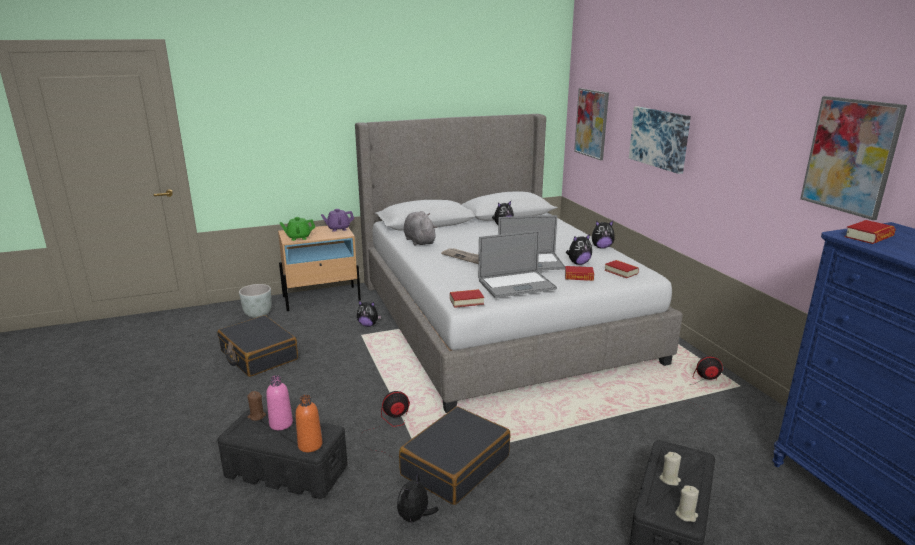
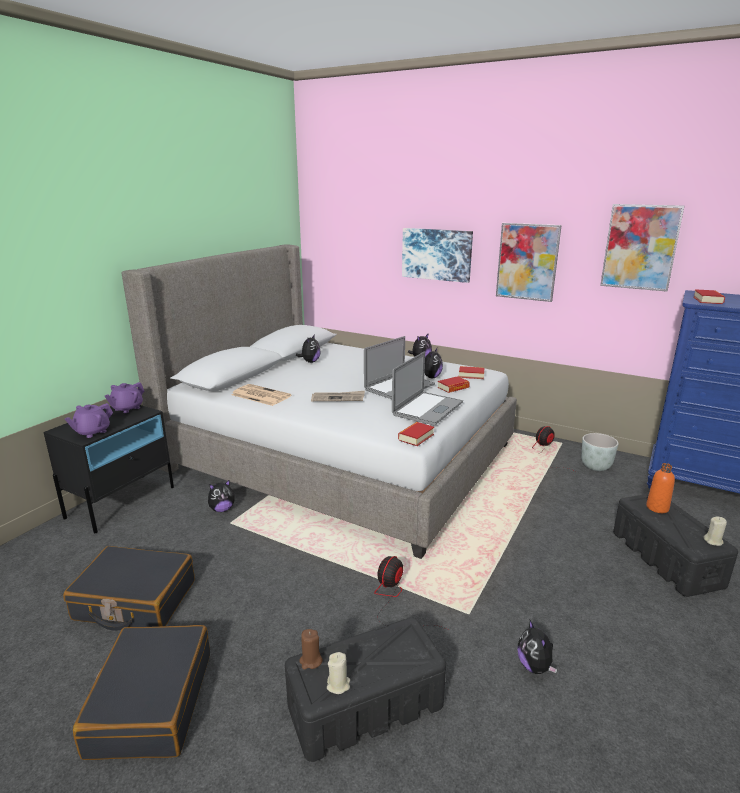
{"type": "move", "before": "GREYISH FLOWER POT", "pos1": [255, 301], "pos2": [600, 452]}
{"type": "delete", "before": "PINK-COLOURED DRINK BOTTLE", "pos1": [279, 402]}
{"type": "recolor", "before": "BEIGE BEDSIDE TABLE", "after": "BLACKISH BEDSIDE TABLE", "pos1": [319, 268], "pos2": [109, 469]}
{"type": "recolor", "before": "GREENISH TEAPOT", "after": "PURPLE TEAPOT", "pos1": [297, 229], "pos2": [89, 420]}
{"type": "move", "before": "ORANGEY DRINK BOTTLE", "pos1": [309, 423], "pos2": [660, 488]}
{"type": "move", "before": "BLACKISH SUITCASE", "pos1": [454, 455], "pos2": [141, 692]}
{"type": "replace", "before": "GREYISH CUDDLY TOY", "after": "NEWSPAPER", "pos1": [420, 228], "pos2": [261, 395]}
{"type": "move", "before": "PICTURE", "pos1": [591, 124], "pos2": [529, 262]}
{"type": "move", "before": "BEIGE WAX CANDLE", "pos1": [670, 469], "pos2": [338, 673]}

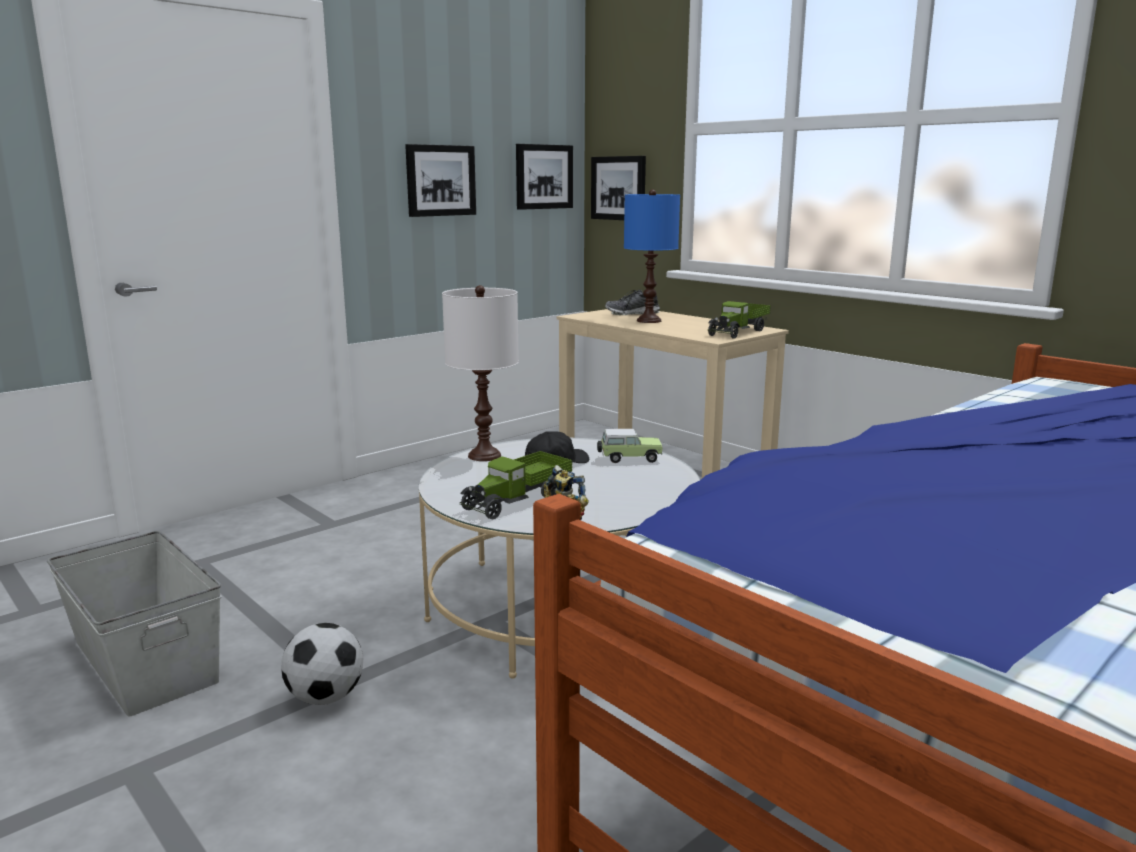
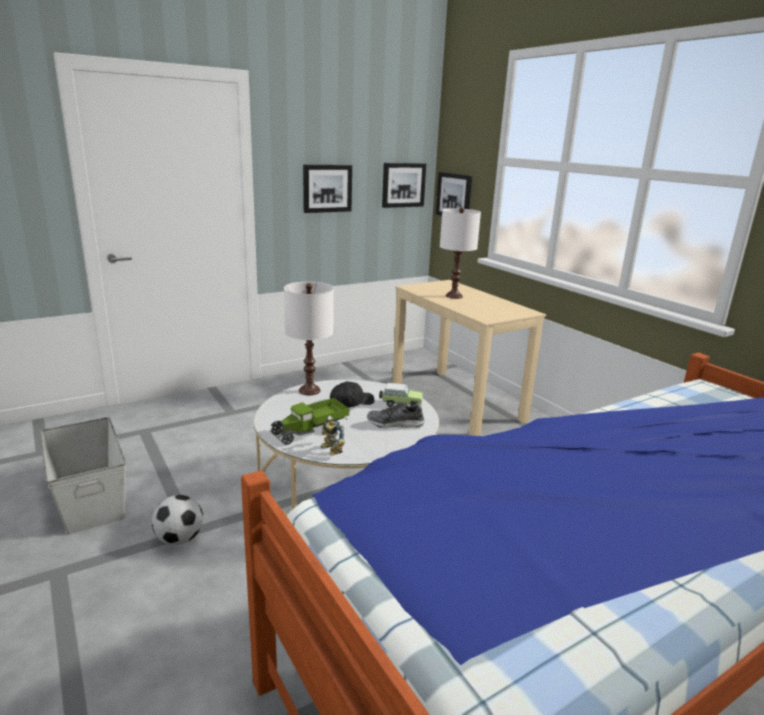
{"type": "move", "before": "SHOE", "pos1": [632, 302], "pos2": [395, 415]}
{"type": "recolor", "before": "BLUE TABLE LAMP", "after": "WHITISH TABLE LAMP", "pos1": [652, 256], "pos2": [460, 253]}
{"type": "delete", "before": "MODEL TRUCK", "pos1": [739, 320]}

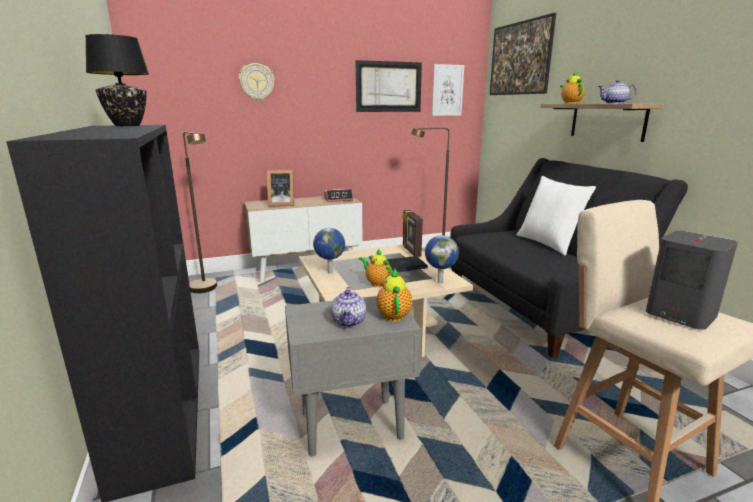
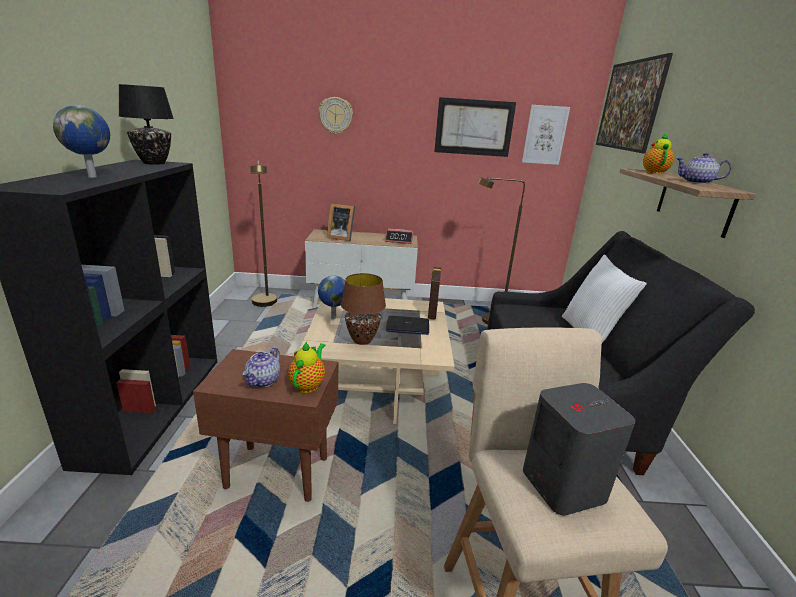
{"type": "recolor", "before": "GREYISH ACCENT TABLE", "after": "BROWN-COLOURED ACCENT TABLE", "pos1": [353, 376], "pos2": [265, 425]}
{"type": "replace", "before": "TEAPOT", "after": "BROWN-COLOURED TABLE LAMP", "pos1": [376, 268], "pos2": [363, 309]}
{"type": "move", "before": "DESK GLOBE", "pos1": [442, 259], "pos2": [81, 141]}

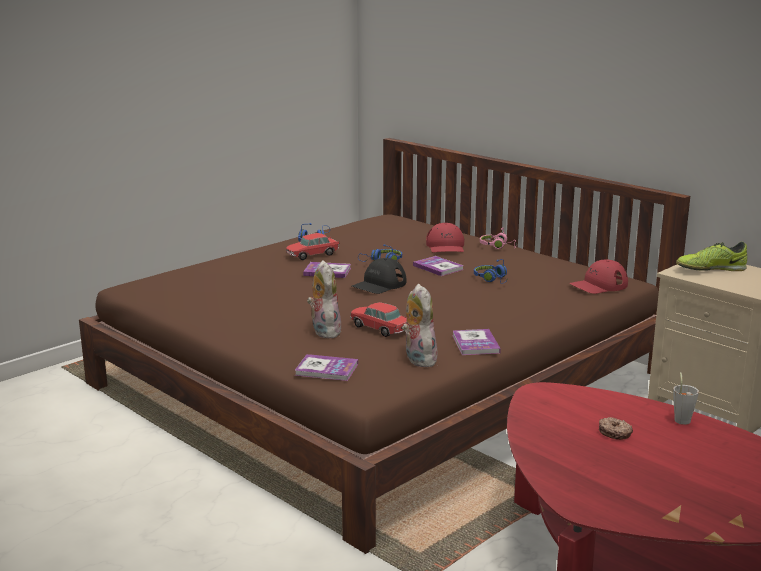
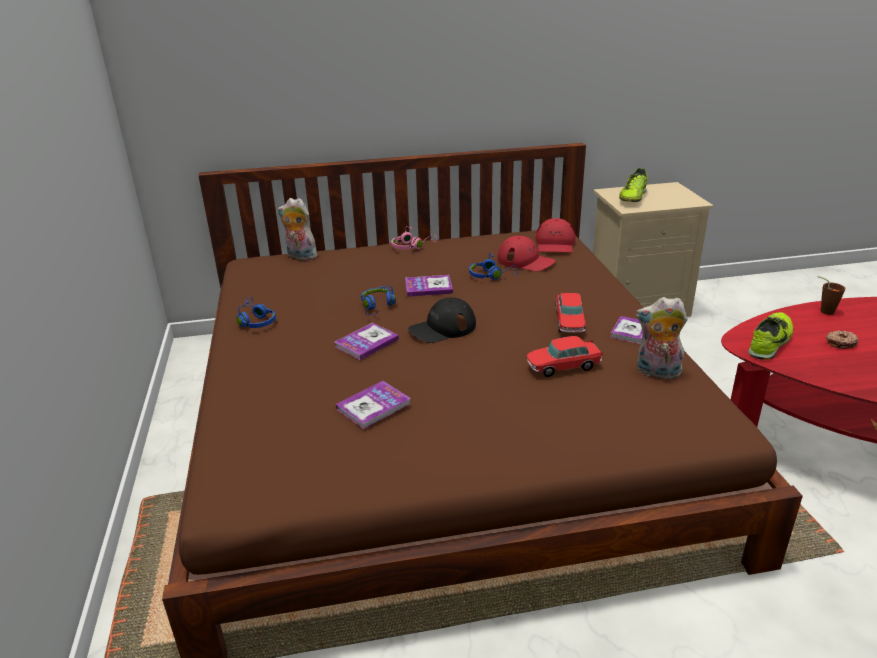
{"type": "move", "before": "TOY CAR", "pos1": [312, 246], "pos2": [570, 313]}
{"type": "move", "before": "VOLUME", "pos1": [326, 367], "pos2": [373, 405]}
{"type": "move", "before": "CUDDLY TOY", "pos1": [324, 299], "pos2": [298, 229]}
{"type": "rotate", "before": "BLACKISH BASEBALL CAP", "pos1": [379, 276], "pos2": [442, 320], "turn": 75}
{"type": "move", "before": "RED-COLOURED BASEBALL CAP", "pos1": [445, 238], "pos2": [526, 253]}
{"type": "recolor", "before": "GREYISH SMALL CUP", "after": "BROWN-COLOURED SMALL CUP", "pos1": [686, 398], "pos2": [831, 295]}
{"type": "insert", "after": "SHOE", "pos2": [770, 336]}

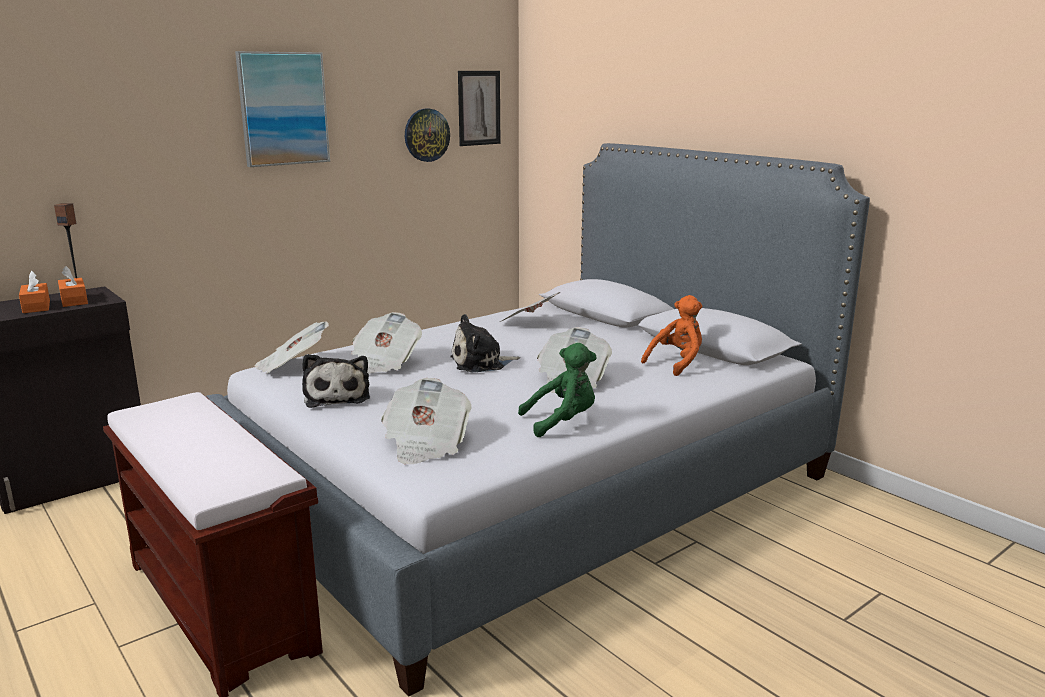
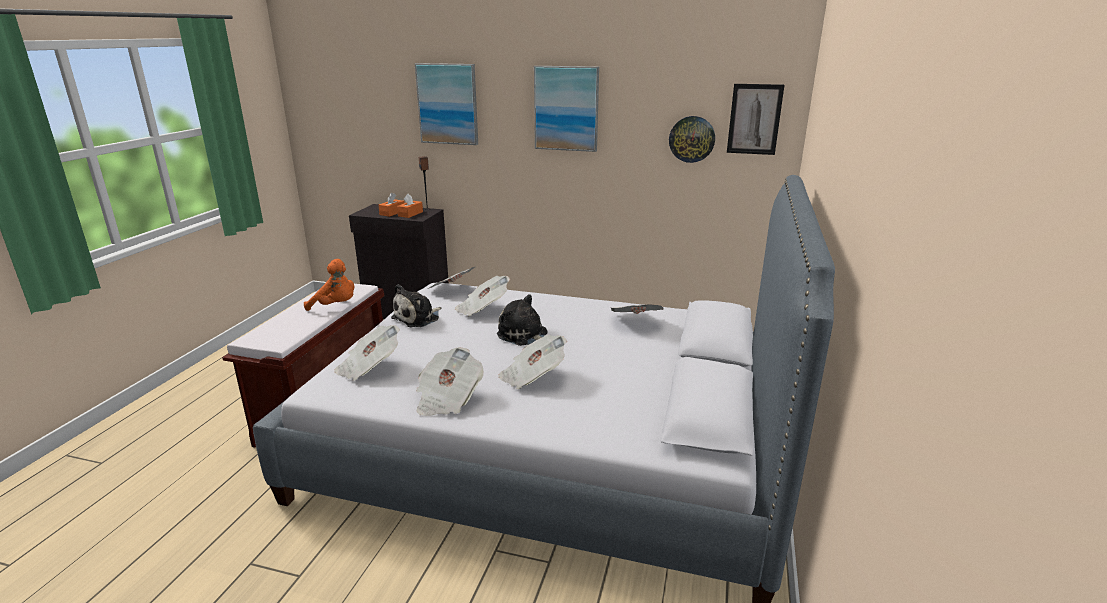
{"type": "replace", "before": "GREENISH CUDDLY TOY", "after": "NEWSPAPER", "pos1": [557, 390], "pos2": [450, 381]}
{"type": "move", "before": "ORANGEY CUDDLY TOY", "pos1": [671, 335], "pos2": [329, 285]}
{"type": "insert", "after": "PICTURE", "pos2": [446, 104]}

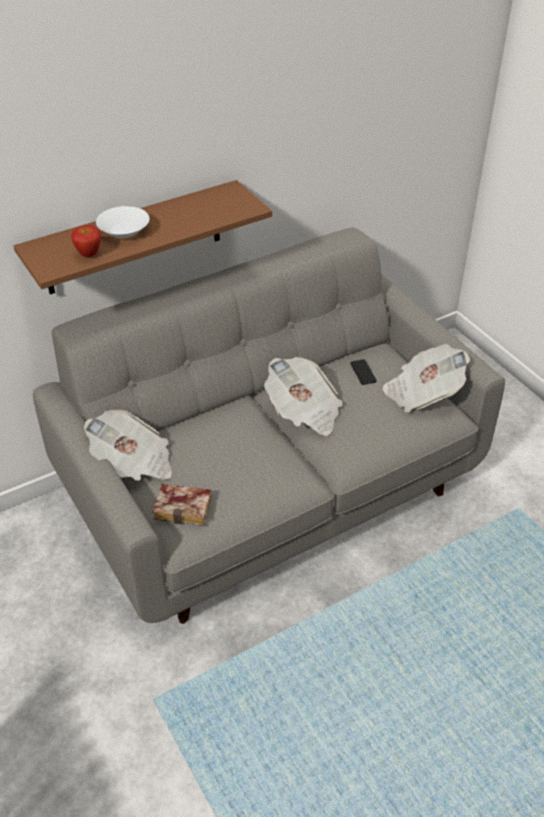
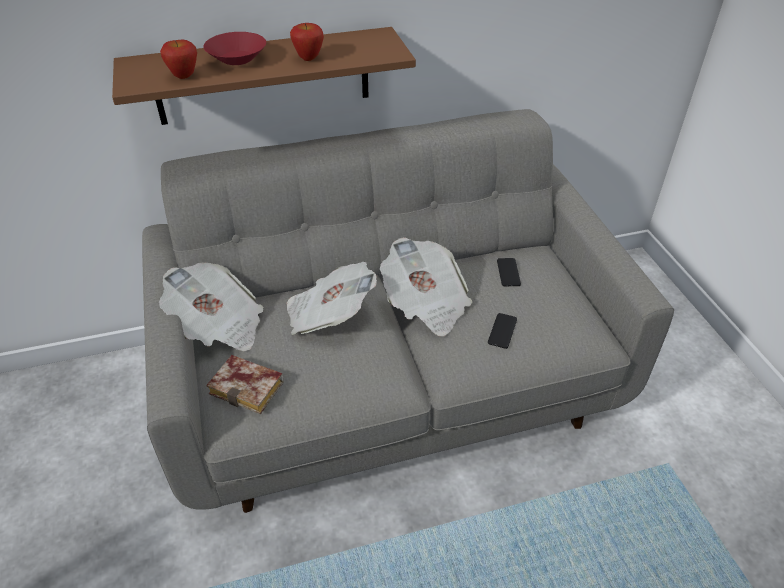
{"type": "recolor", "before": "WHITISH SERVING BOWL", "after": "RED-COLOURED SERVING BOWL", "pos1": [123, 222], "pos2": [234, 48]}
{"type": "move", "before": "NEWSPAPER", "pos1": [426, 378], "pos2": [332, 298]}
{"type": "insert", "after": "APPLE", "pos2": [307, 42]}
{"type": "insert", "after": "PHONE", "pos2": [502, 331]}

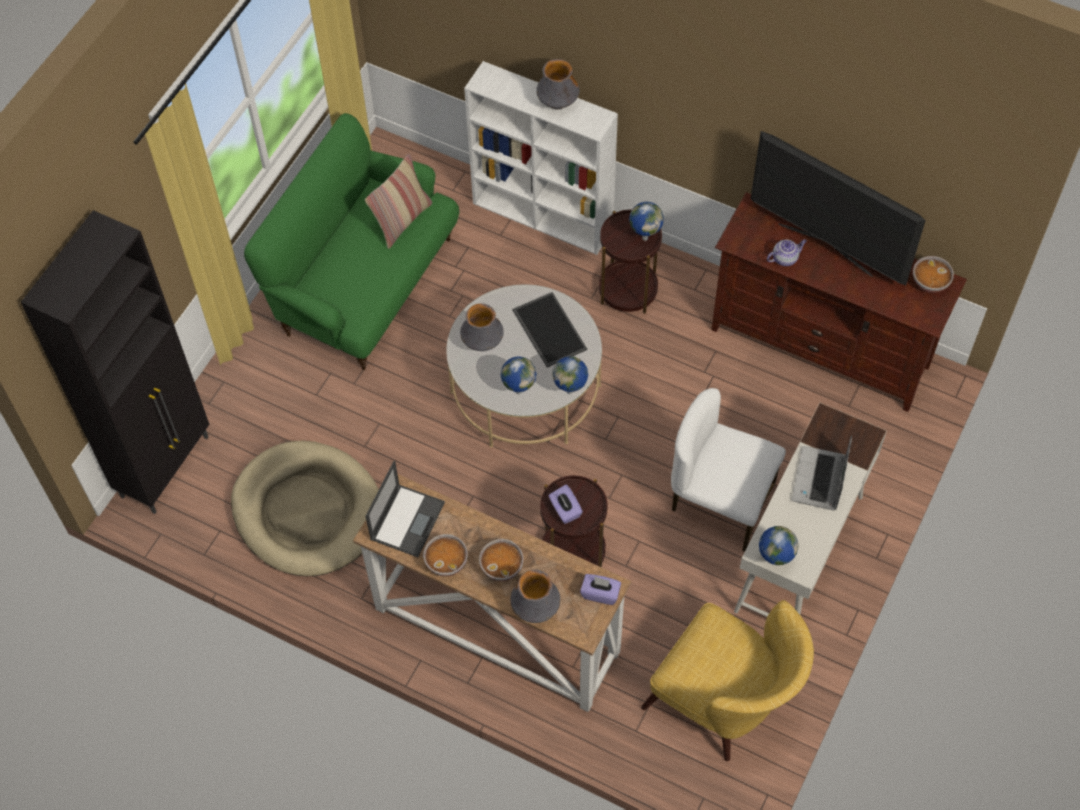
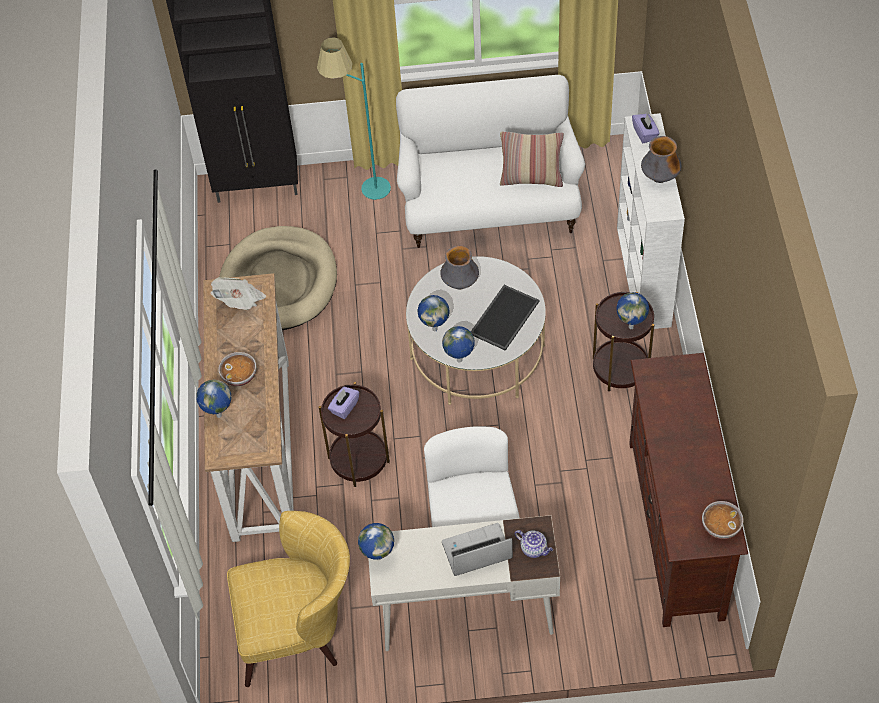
{"type": "recolor", "before": "GREENISH COUCH", "after": "WHITISH COUCH", "pos1": [352, 241], "pos2": [490, 161]}
{"type": "replace", "before": "LAPTOP", "after": "NEWSPAPER", "pos1": [405, 509], "pos2": [238, 293]}
{"type": "delete", "before": "SERVING BOWL", "pos1": [445, 555]}
{"type": "replace", "before": "VASE", "after": "DESK GLOBE", "pos1": [535, 596], "pos2": [213, 399]}
{"type": "move", "before": "PURPLE BOX OF TISSUES", "pos1": [600, 589], "pos2": [645, 128]}
{"type": "rotate", "before": "YELLOW-COLOURED LOUNGE CHAIR", "pos1": [727, 680], "pos2": [288, 599], "turn": -105}
{"type": "delete", "before": "TV SET", "pos1": [838, 208]}
{"type": "move", "before": "TEAPOT", "pos1": [787, 252], "pos2": [534, 544]}
{"type": "insert", "after": "TURQUOISE STANDING LAMP", "pos2": [354, 118]}

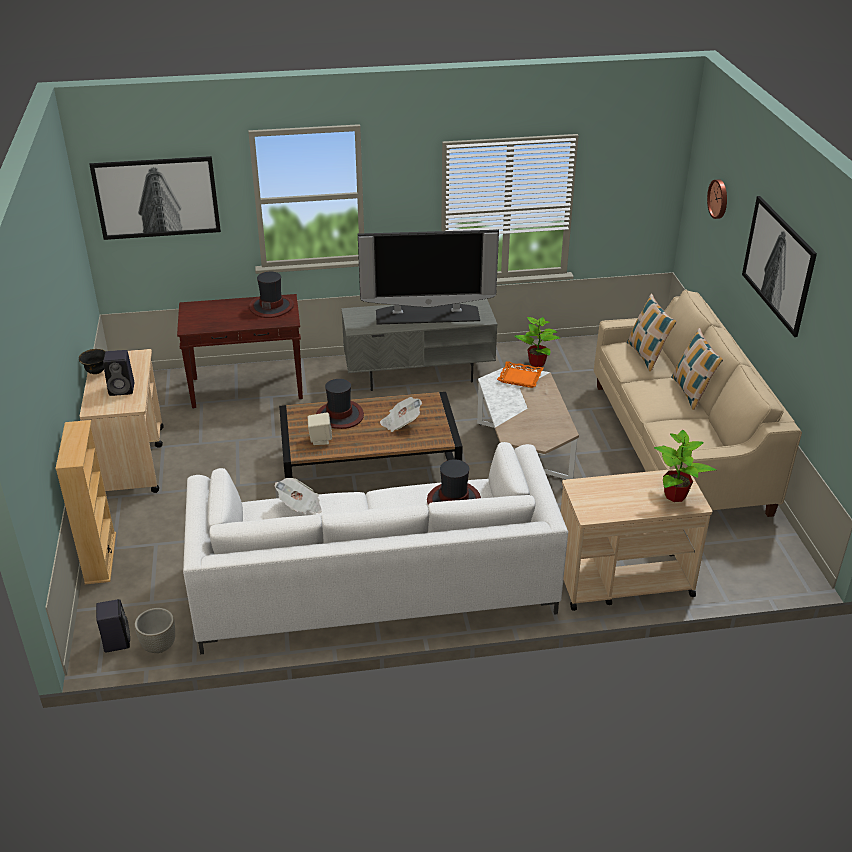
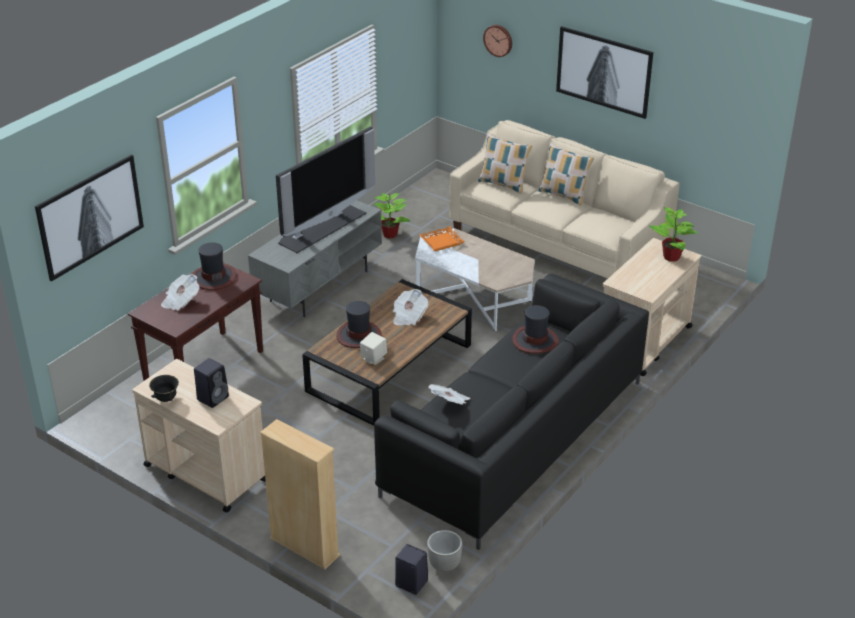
{"type": "recolor", "before": "WHITISH COUCH", "after": "BLACKISH COUCH", "pos1": [375, 548], "pos2": [511, 412]}
{"type": "insert", "after": "NEWSPAPER", "pos2": [180, 292]}

